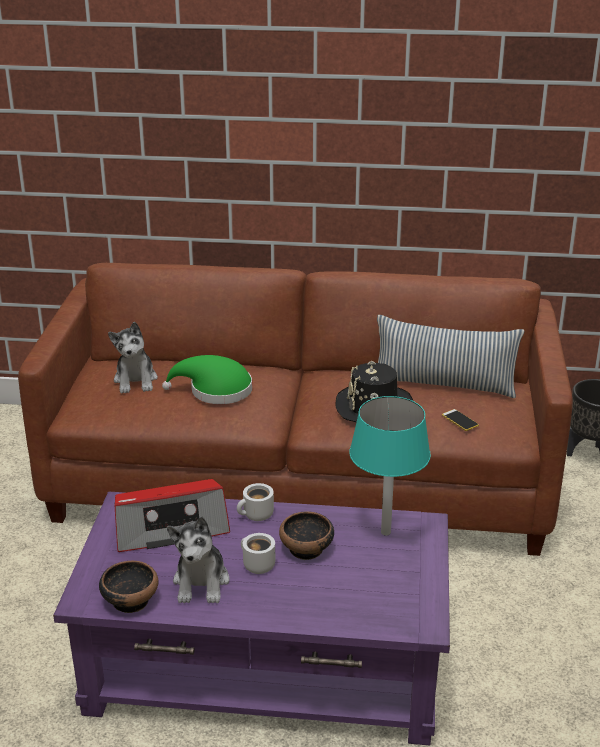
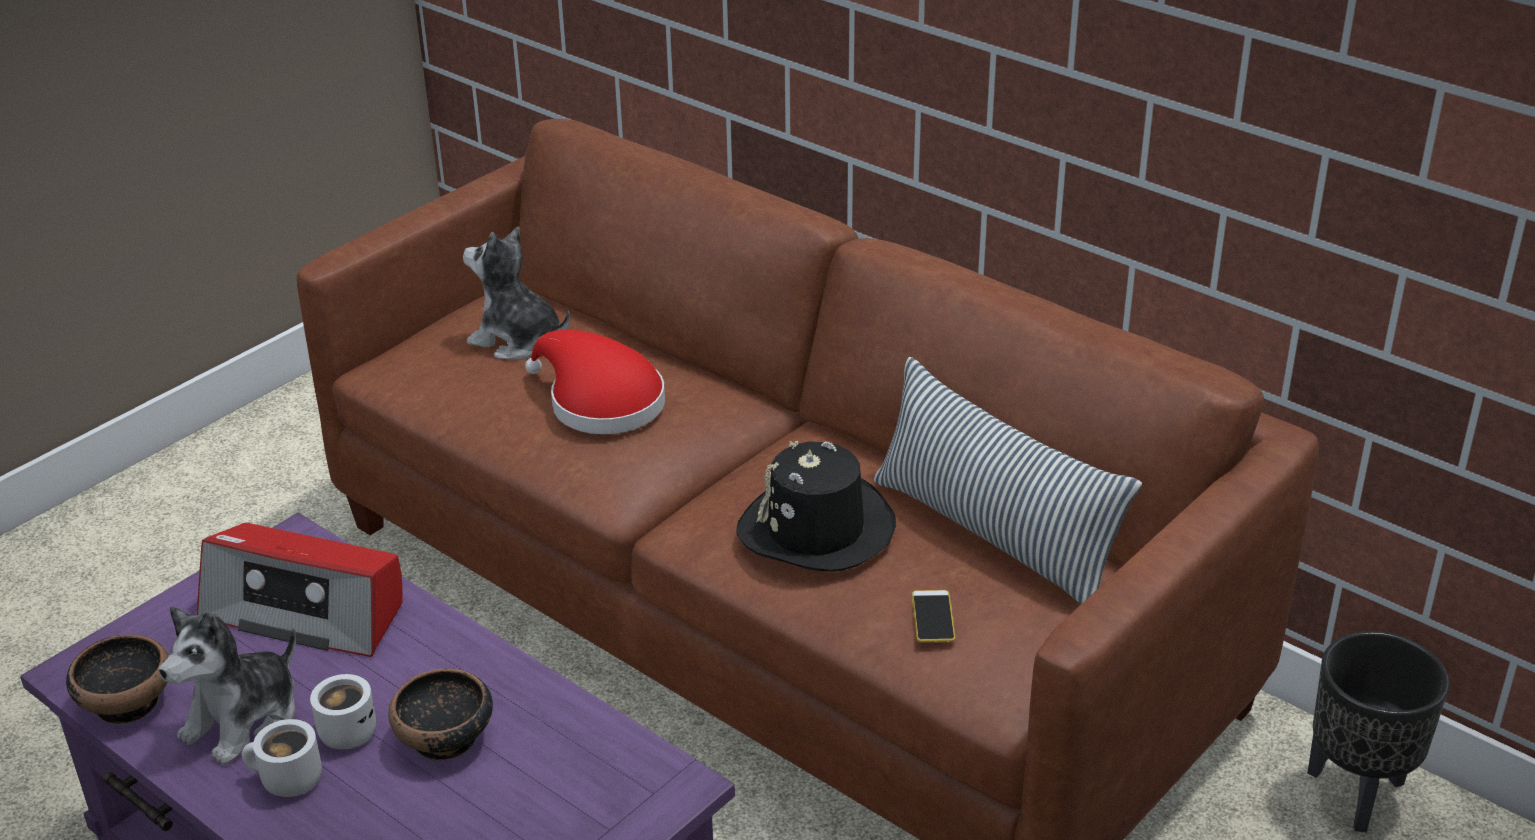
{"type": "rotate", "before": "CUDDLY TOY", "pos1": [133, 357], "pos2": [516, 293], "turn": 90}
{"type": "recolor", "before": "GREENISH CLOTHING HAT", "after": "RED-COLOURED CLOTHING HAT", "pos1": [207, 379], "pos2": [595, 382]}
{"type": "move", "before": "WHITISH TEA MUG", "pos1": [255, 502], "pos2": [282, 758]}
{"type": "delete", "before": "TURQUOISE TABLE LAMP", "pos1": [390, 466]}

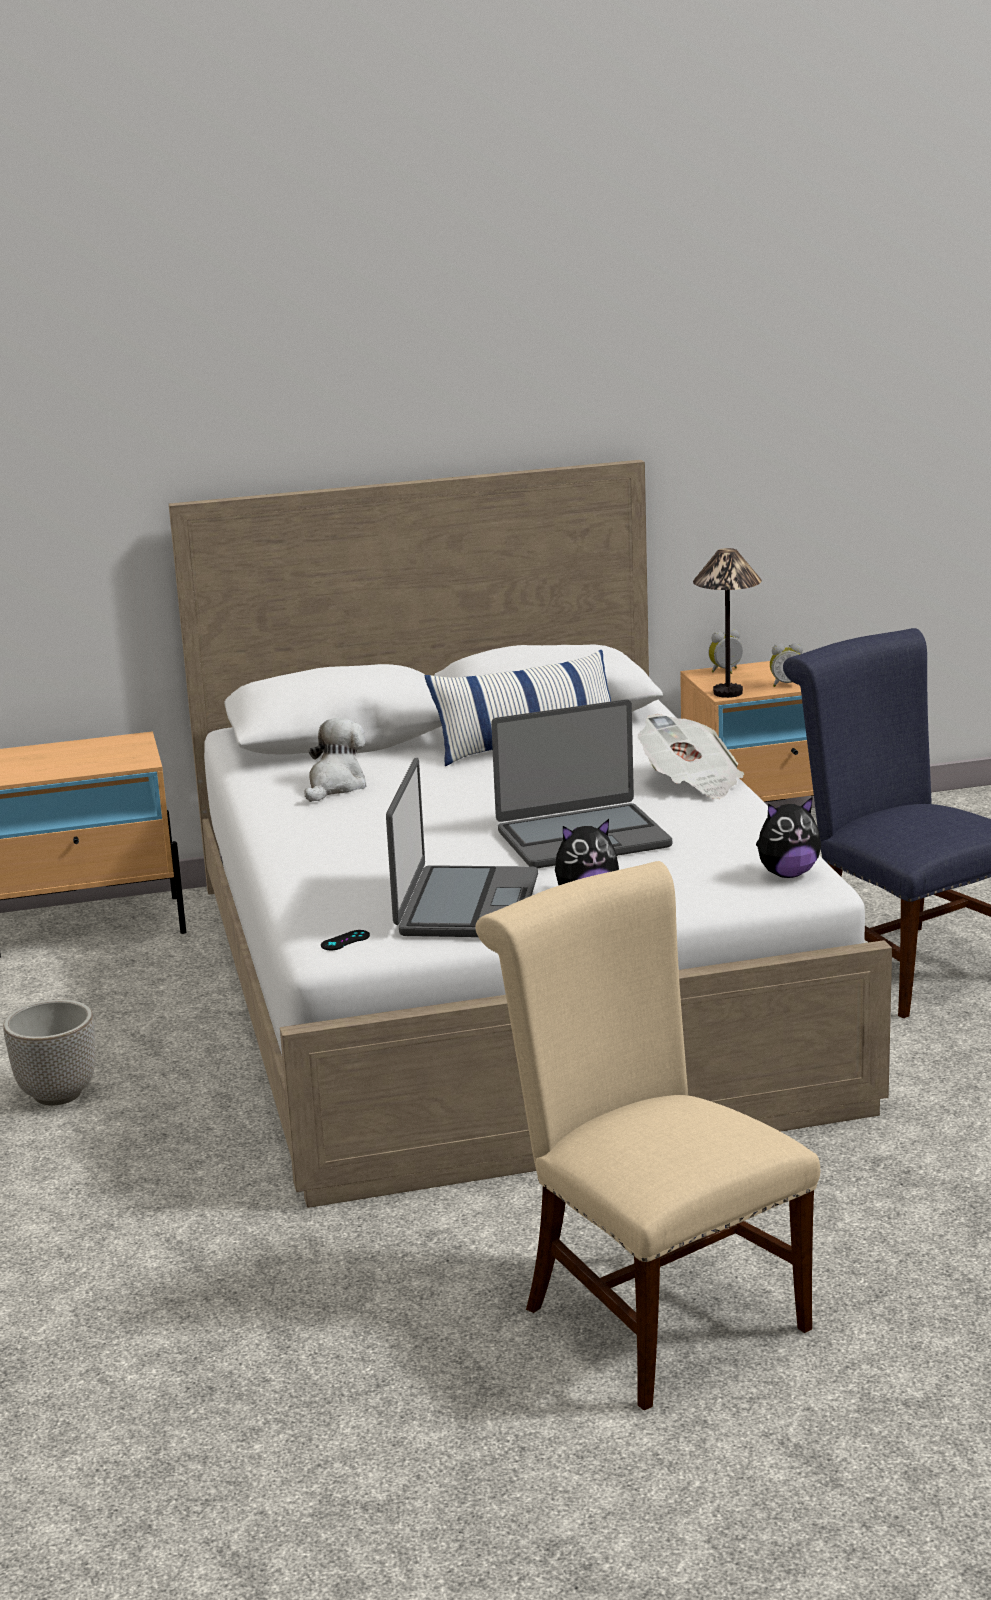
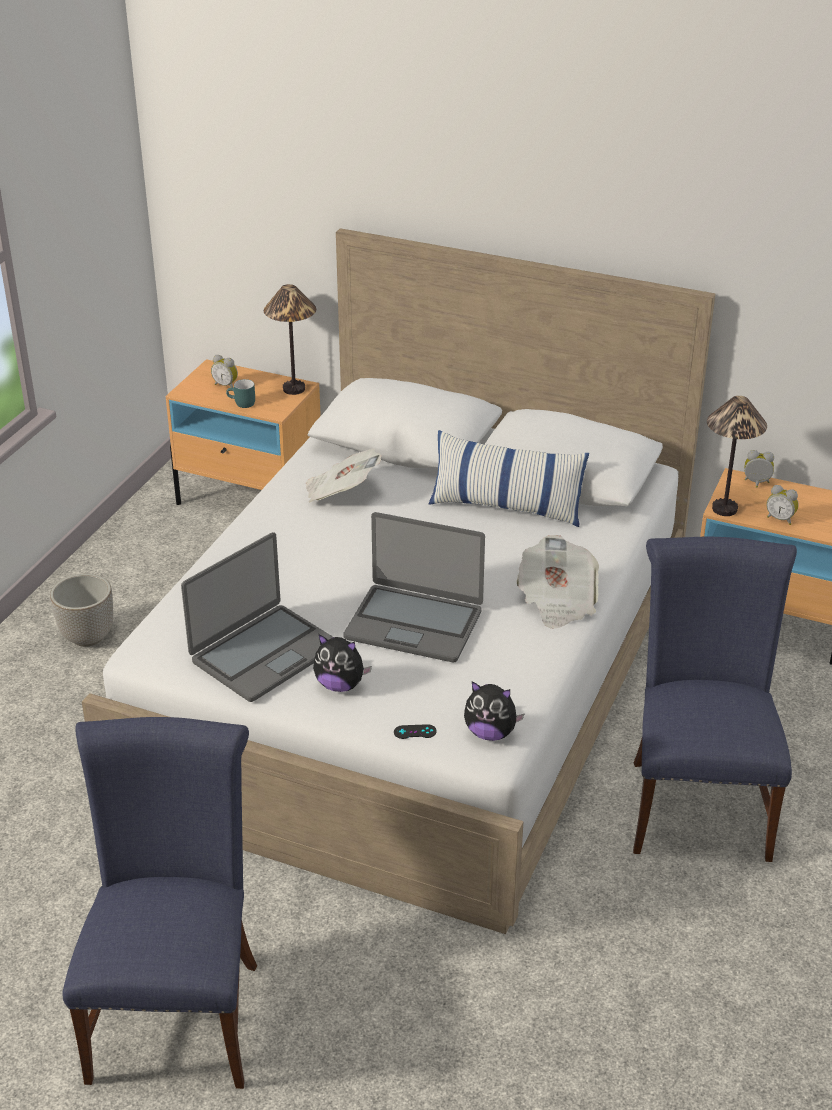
{"type": "replace", "before": "CUDDLY TOY", "after": "NEWSPAPER", "pos1": [335, 760], "pos2": [343, 475]}
{"type": "move", "before": "BLACKISH GAME CONTROLLER", "pos1": [345, 940], "pos2": [415, 731]}
{"type": "recolor", "before": "BEIGE CHAIR", "after": "BLUE CHAIR", "pos1": [647, 1135], "pos2": [160, 903]}
{"type": "insert", "after": "TABLE CLOCK", "pos2": [224, 371]}
{"type": "insert", "after": "TURQUOISE TEA MUG", "pos2": [240, 393]}
{"type": "insert", "after": "TABLE LAMP", "pos2": [290, 339]}

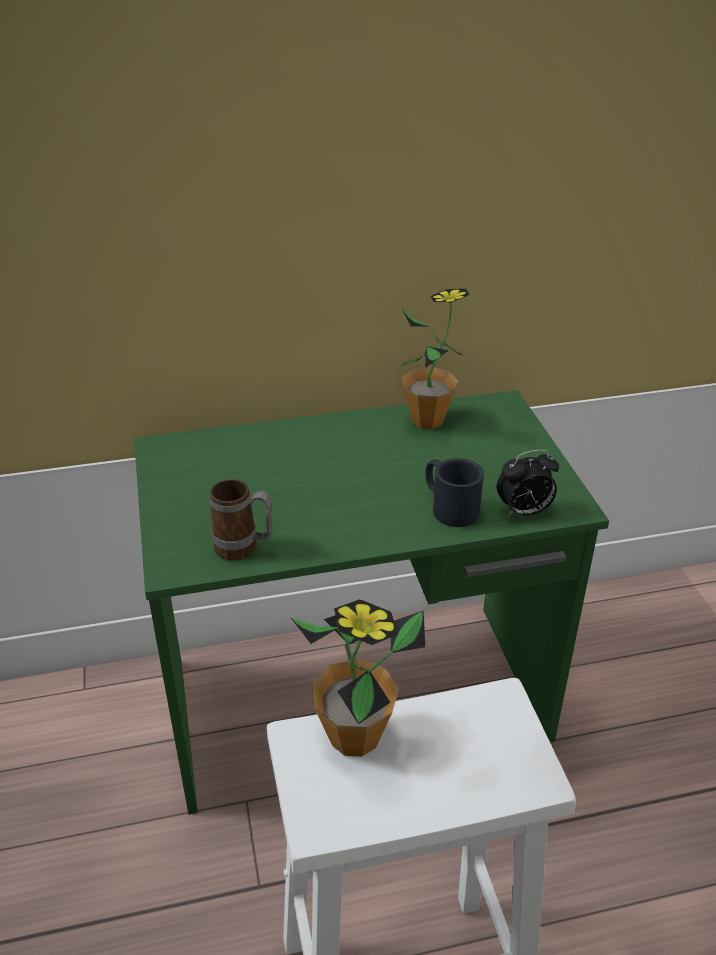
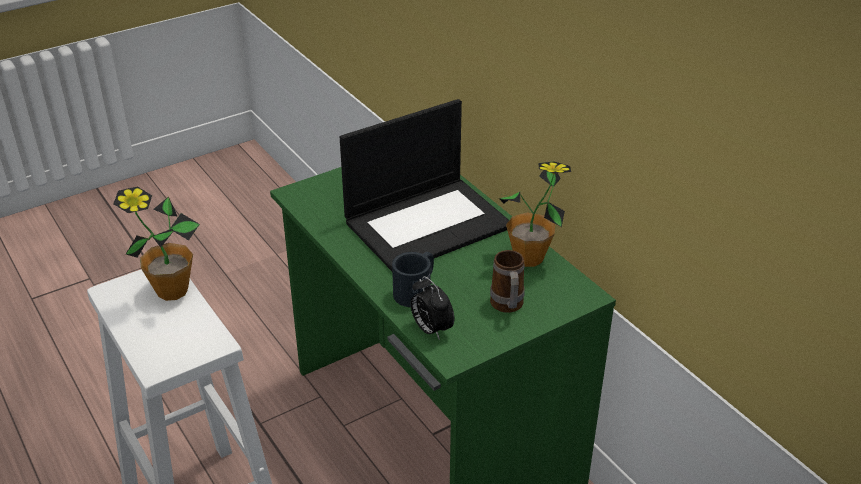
{"type": "move", "before": "TEA MUG", "pos1": [241, 519], "pos2": [507, 281]}
{"type": "insert", "after": "LAPTOP", "pos2": [424, 185]}

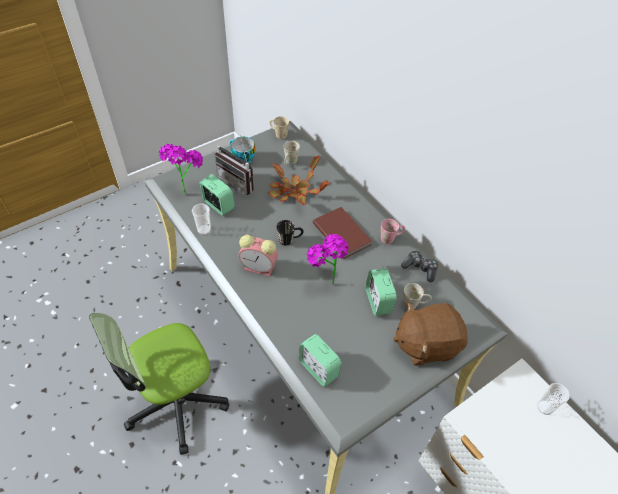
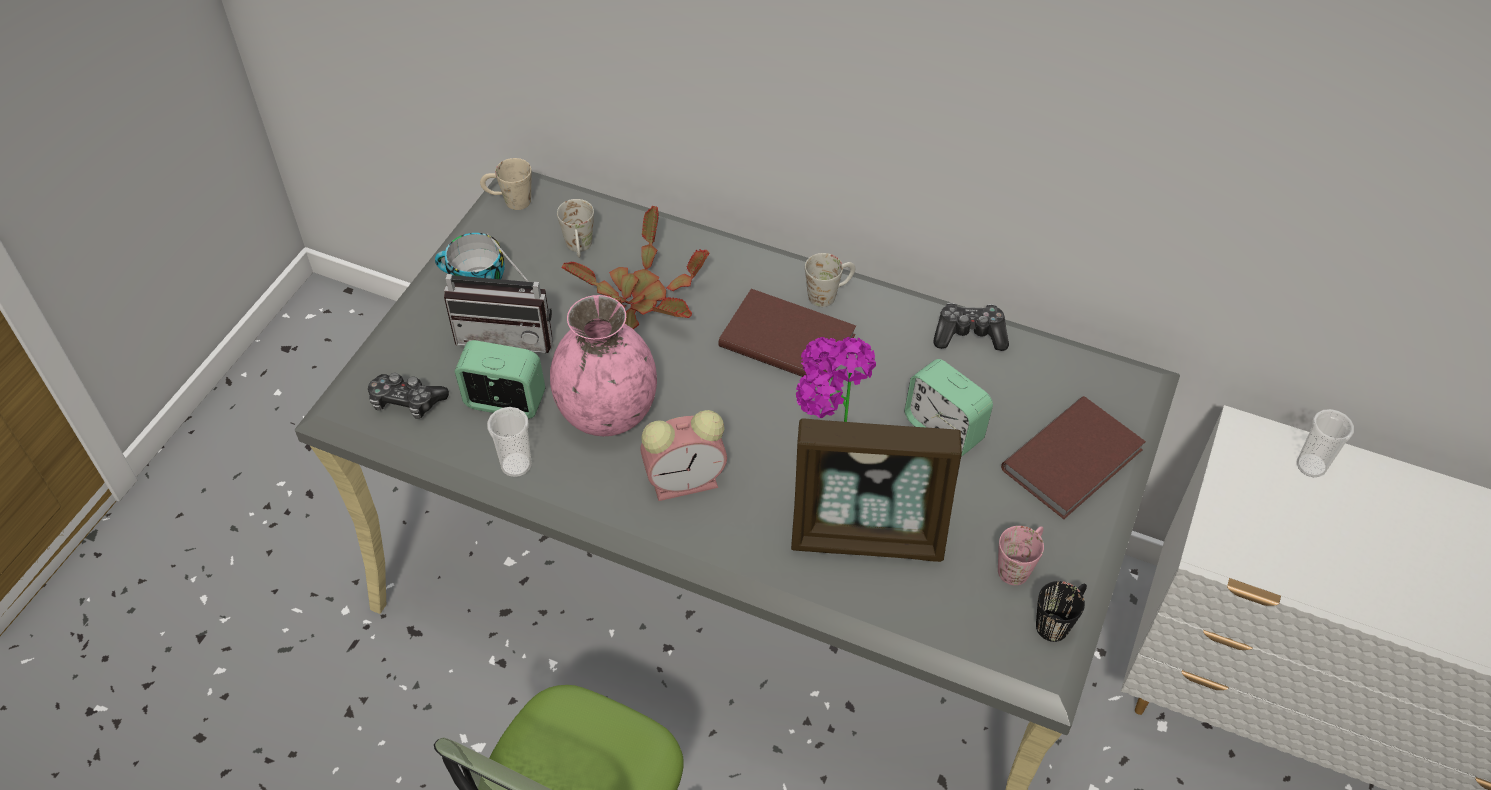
{"type": "replace", "before": "HOUSEPLANT", "after": "GAME CONTROLLER", "pos1": [181, 169], "pos2": [408, 396]}
{"type": "move", "before": "BLACKISH TEA MUG", "pos1": [290, 233], "pos2": [1061, 611]}
{"type": "delete", "before": "TABLE CLOCK", "pos1": [320, 360]}
{"type": "move", "before": "PINK-COLOURED TEA MUG", "pos1": [393, 231], "pos2": [1021, 555]}
{"type": "replace", "before": "BROWN-COLOURED CUDDLY TOY", "after": "BROWN-COLOURED VOLUME", "pos1": [430, 334], "pos2": [1073, 457]}
{"type": "move", "before": "WHITISH TEA MUG", "pos1": [417, 296], "pos2": [830, 280]}
{"type": "insert", "after": "PINK-COLOURED VASE", "pos2": [603, 365]}
{"type": "insert", "after": "PICTURE FRAME", "pos2": [876, 490]}

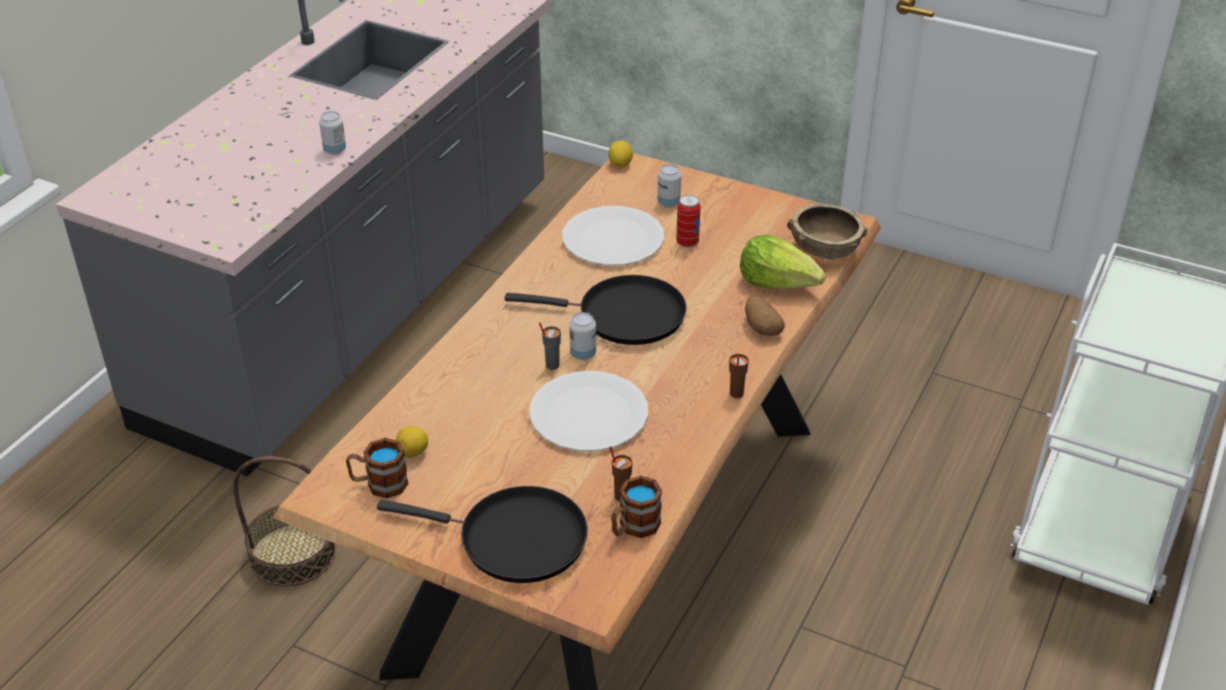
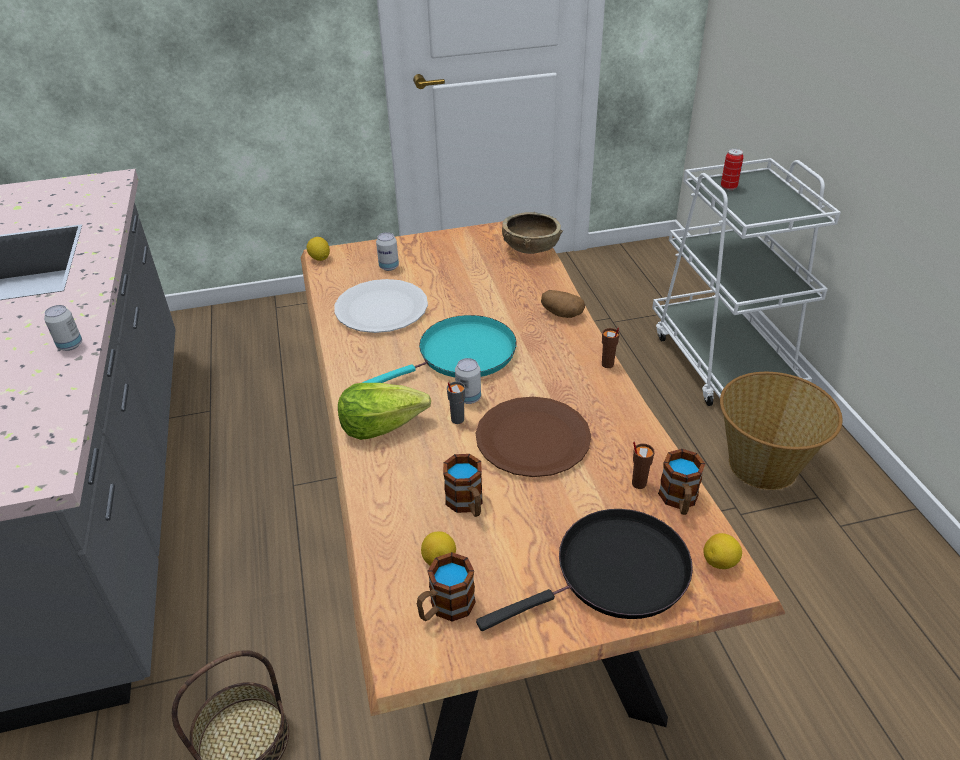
{"type": "recolor", "before": "BLACKISH FRYING PAN", "after": "TURQUOISE FRYING PAN", "pos1": [595, 310], "pos2": [439, 349]}
{"type": "recolor", "before": "WHITISH DINNER PLATE", "after": "BROWN-COLOURED DINNER PLATE", "pos1": [589, 411], "pos2": [533, 437]}
{"type": "move", "before": "SEALED CAN", "pos1": [688, 221], "pos2": [732, 169]}
{"type": "move", "before": "LETTUCE HEAD", "pos1": [783, 262], "pos2": [384, 411]}
{"type": "insert", "after": "TEA MUG", "pos2": [463, 485]}
{"type": "insert", "after": "CITRUS FRUIT", "pos2": [722, 551]}
{"type": "insert", "after": "STORAGE BASKET", "pos2": [781, 431]}

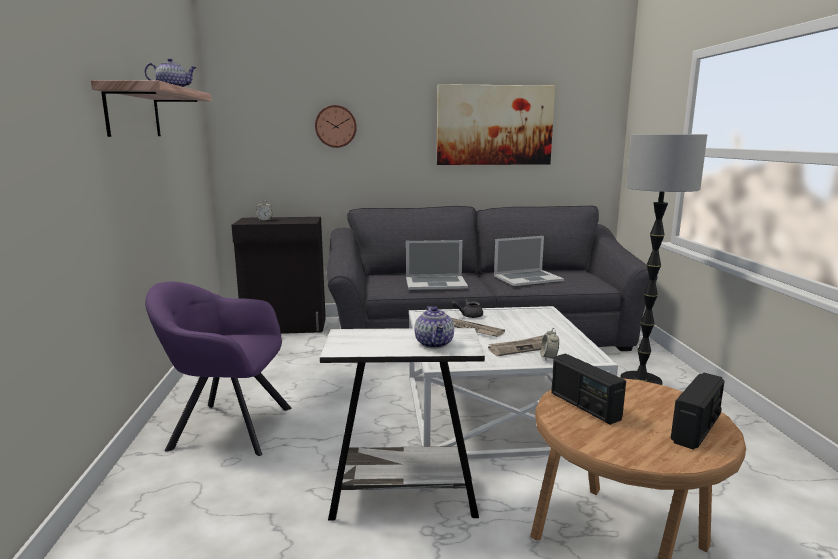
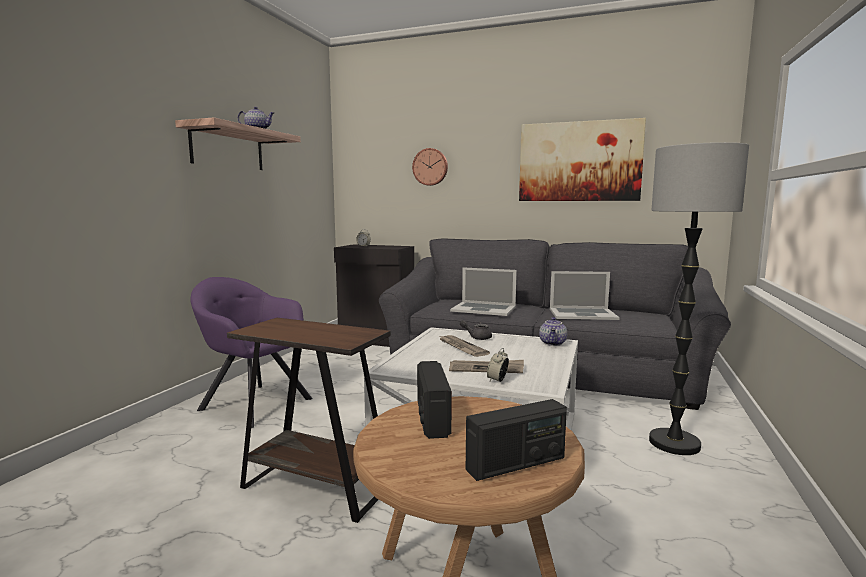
{"type": "recolor", "before": "WHITISH ACCENT TABLE", "after": "BROWN-COLOURED ACCENT TABLE", "pos1": [402, 424], "pos2": [309, 420]}
{"type": "move", "before": "TEAPOT", "pos1": [434, 327], "pos2": [553, 331]}

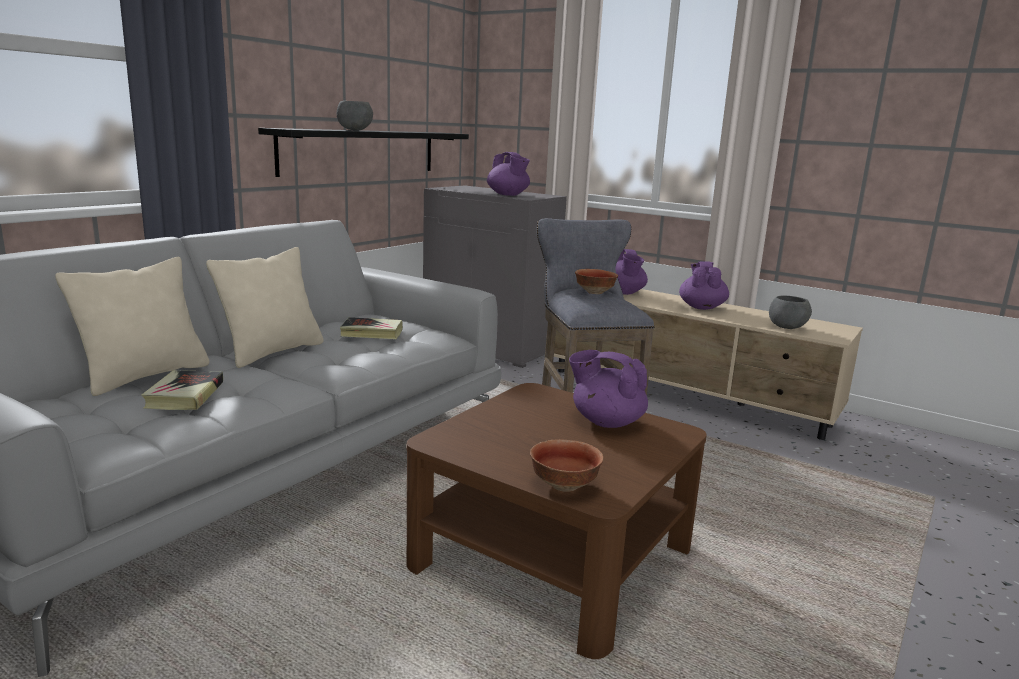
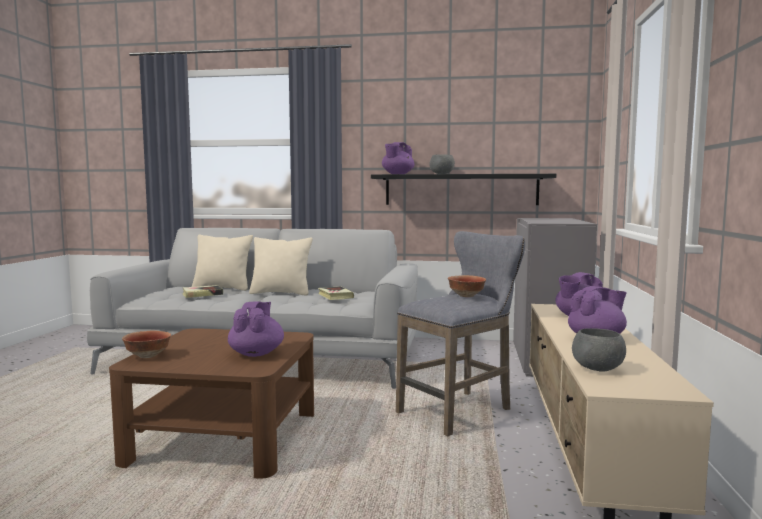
{"type": "move", "before": "PURPLE TEAPOT", "pos1": [508, 174], "pos2": [398, 158]}

